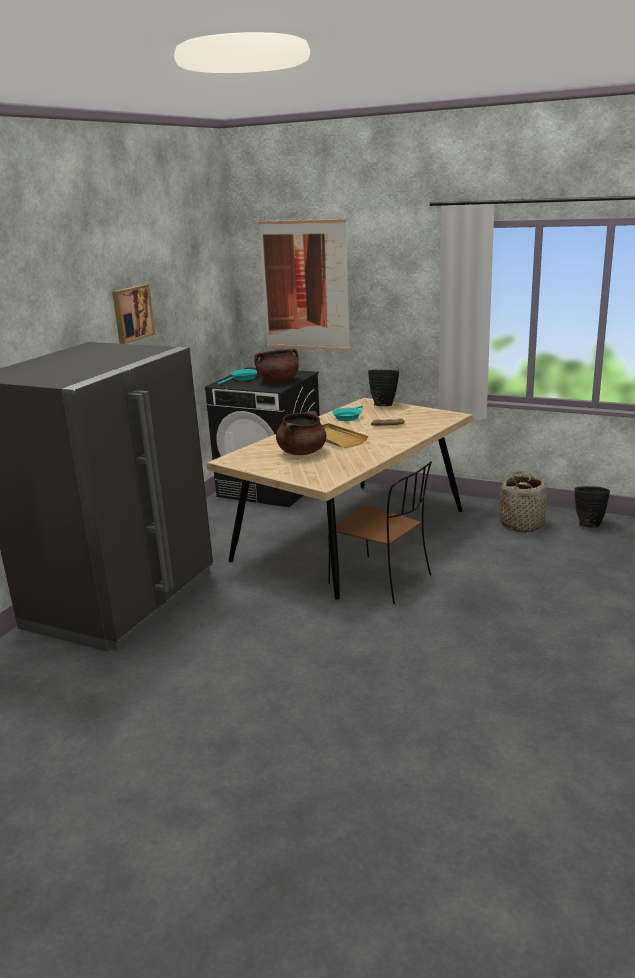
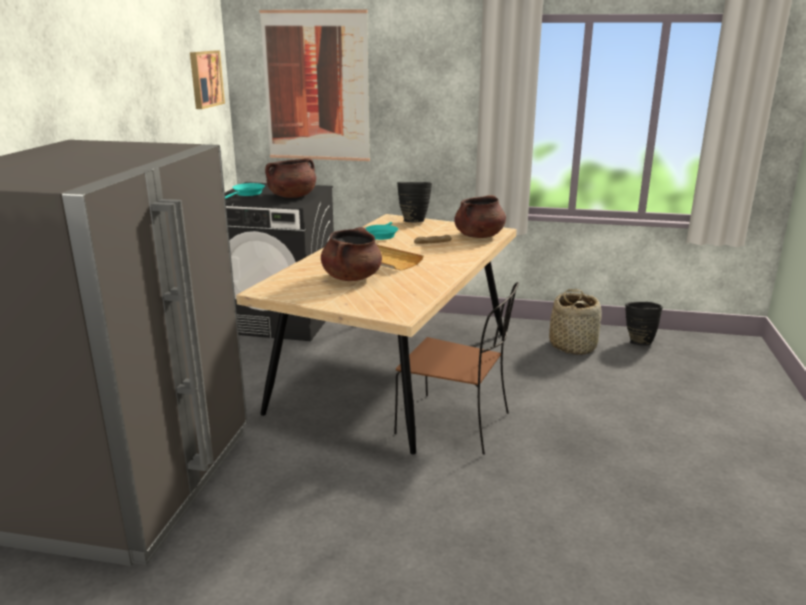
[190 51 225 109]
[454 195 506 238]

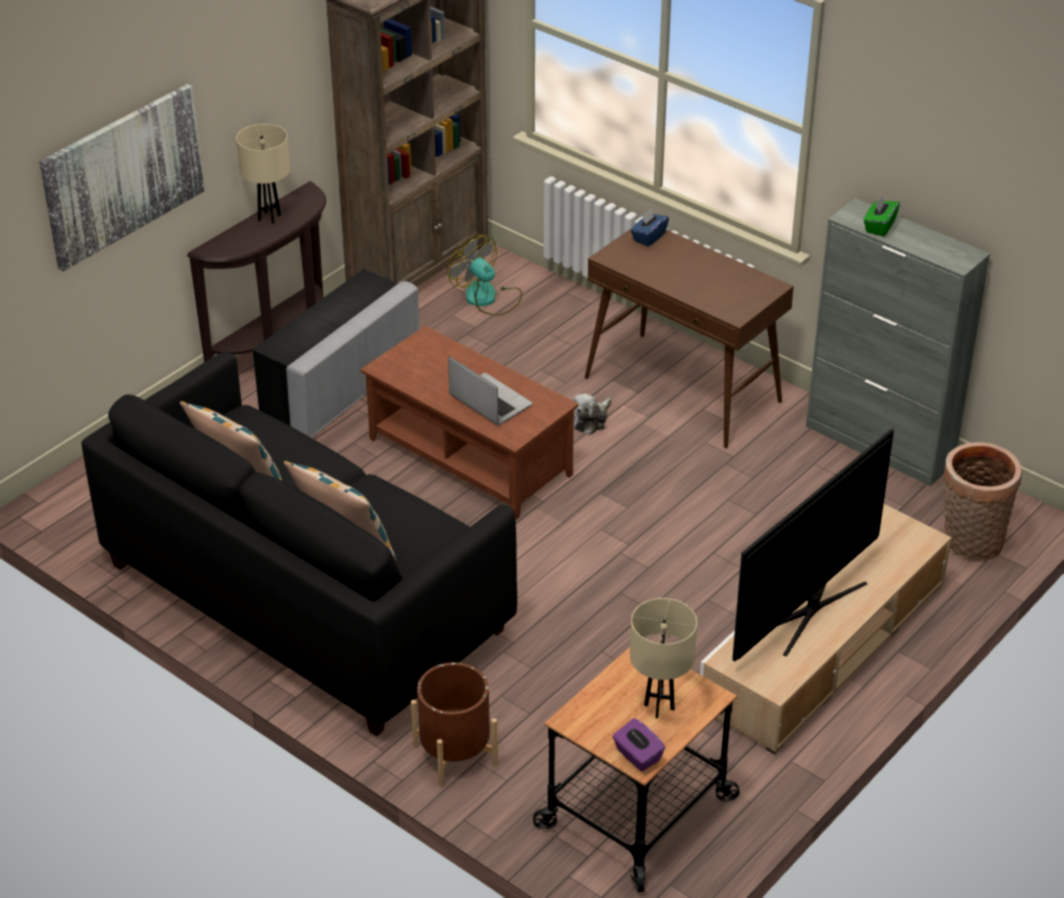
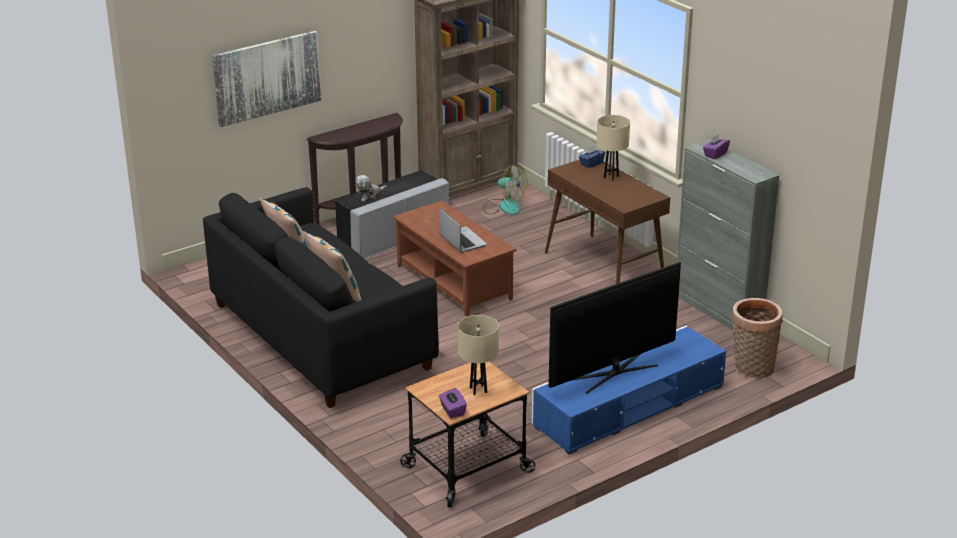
[355 175 387 202]
[483 164 527 215]
[532 326 726 455]
[597 115 630 181]
[703 134 730 159]
[411 662 498 788] (first image)

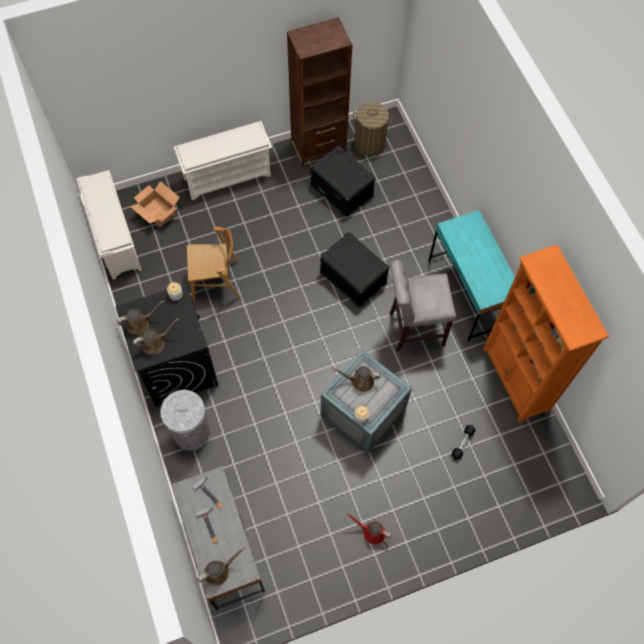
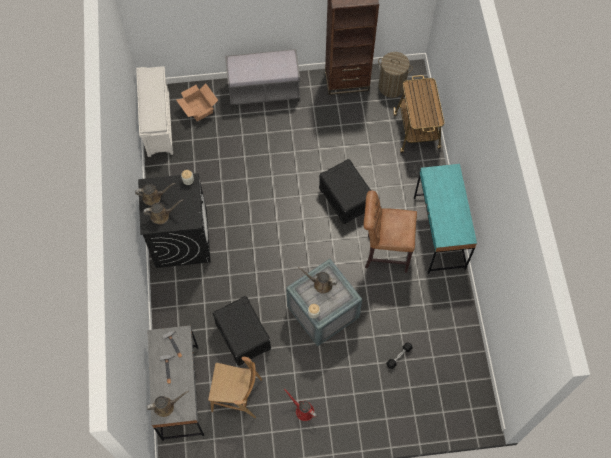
[208 357 262 418]
[213 296 271 366]
[225 49 300 105]
[364 191 417 273]
[393 75 444 153]
[160 390 210 450] (first image)
[483 245 609 423] (first image)

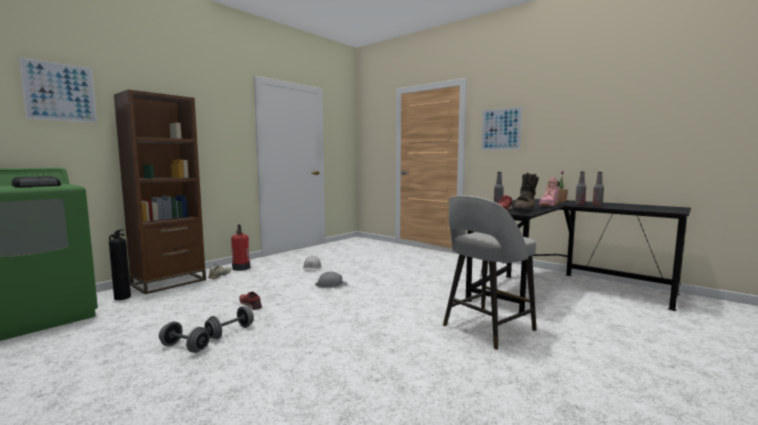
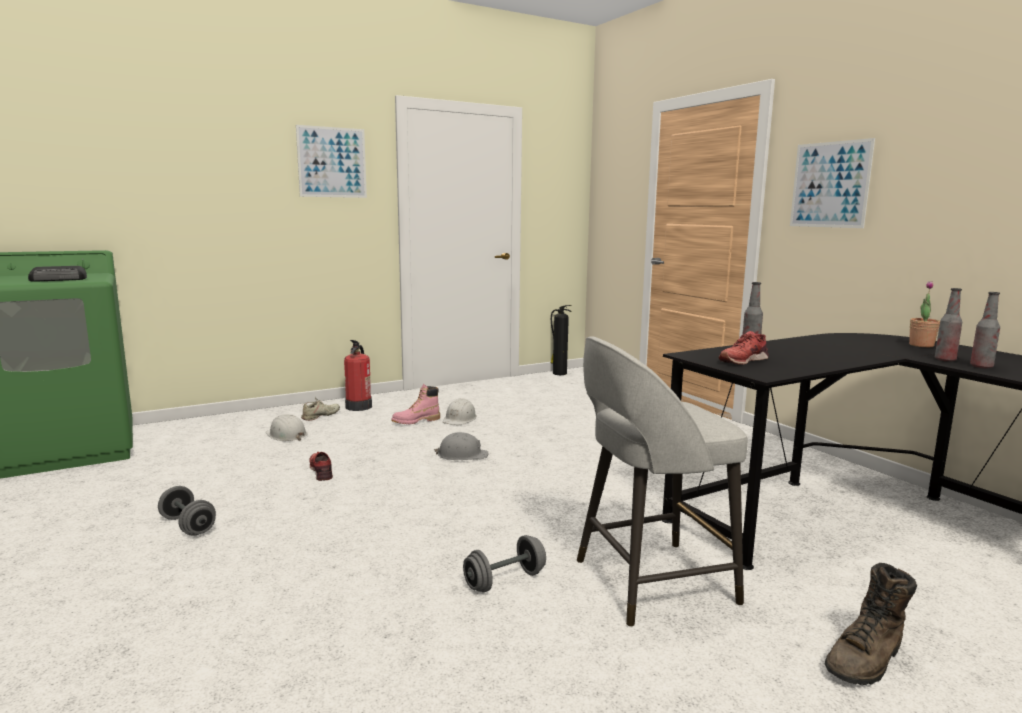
[266 414 307 441]
[296 125 367 198]
[391 384 440 424]
[463 535 546 592]
[550 305 572 375]
[825 563 917 685]
[114 89 206 294] (first image)

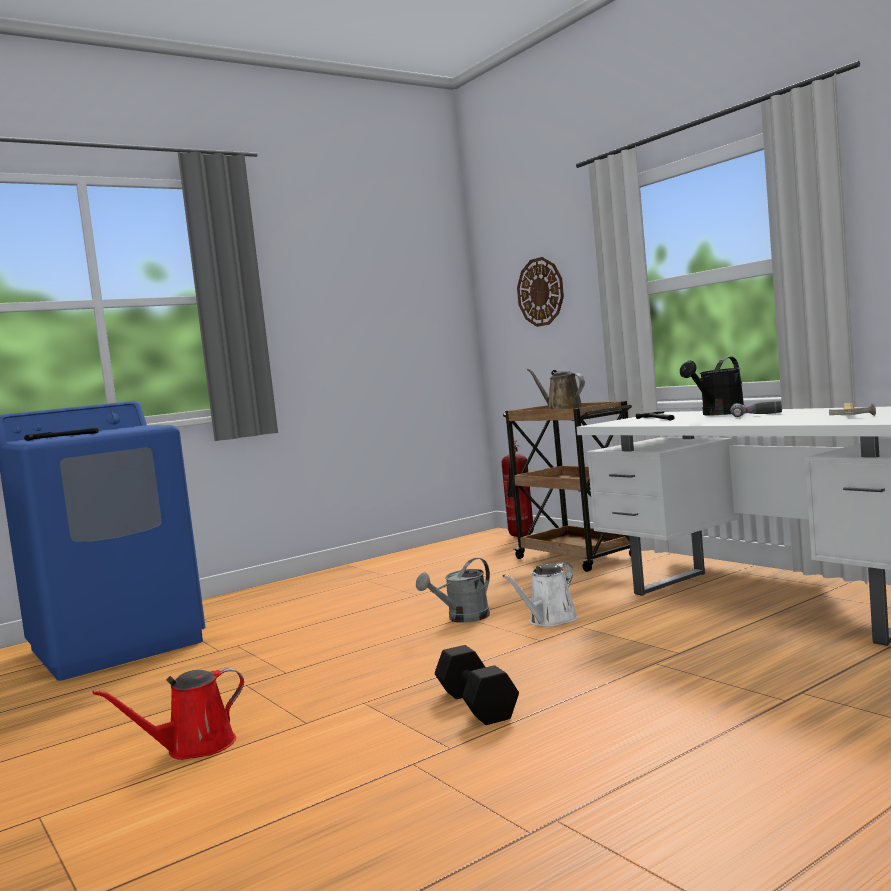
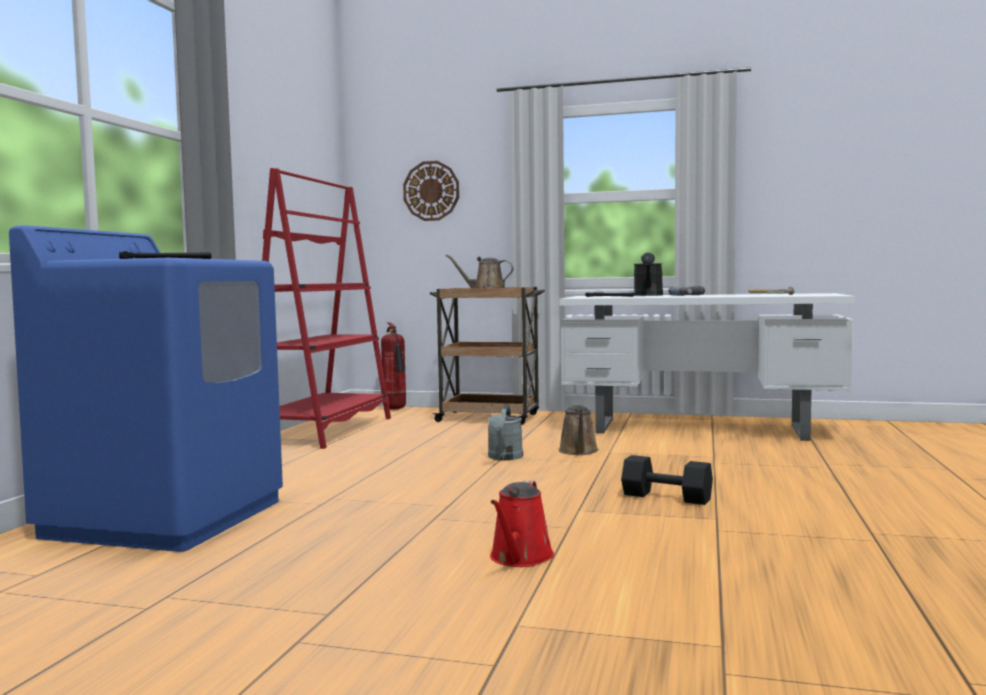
[262 168 391 449]
[559 405 599 455]

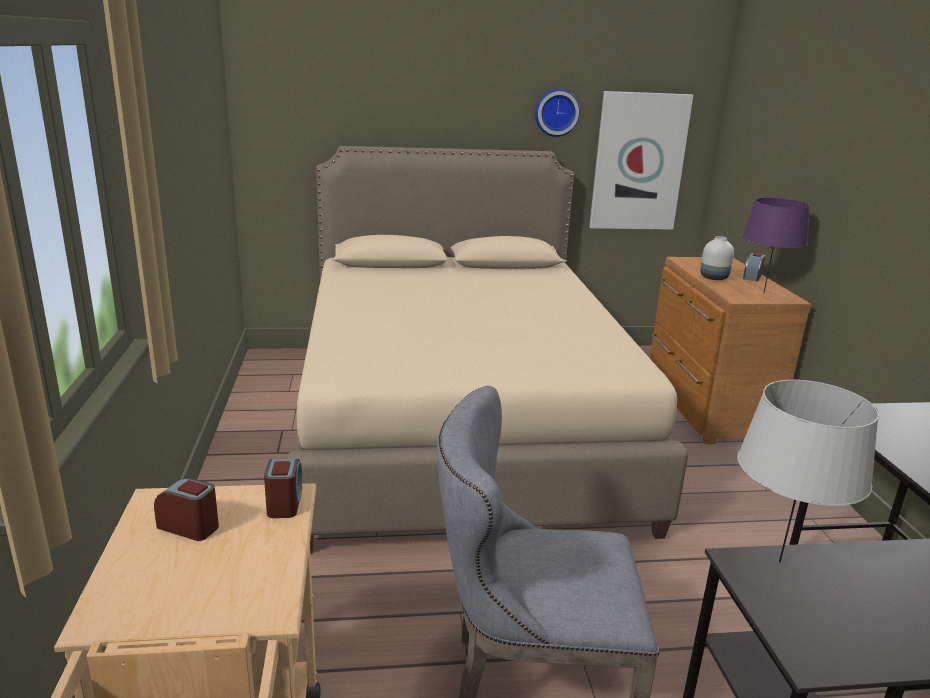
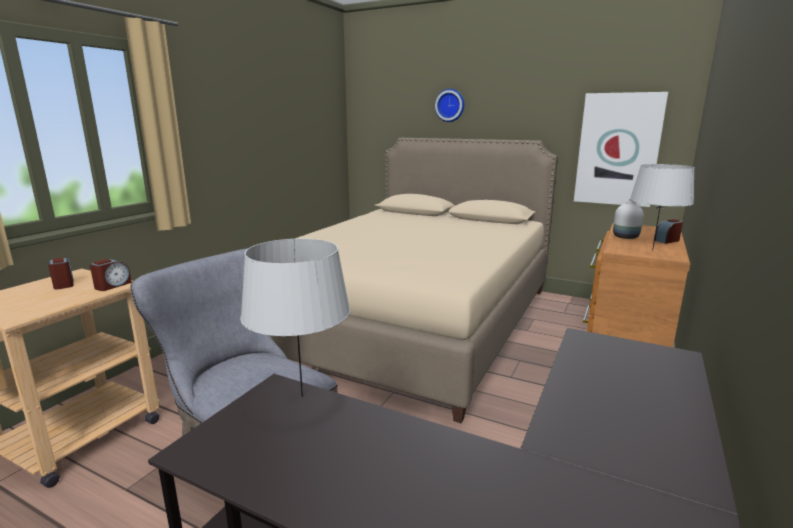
[435 89 464 122]
[630 164 695 251]

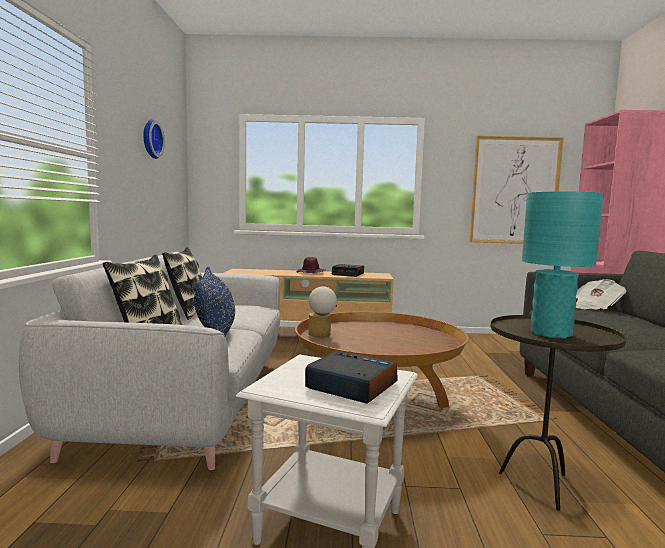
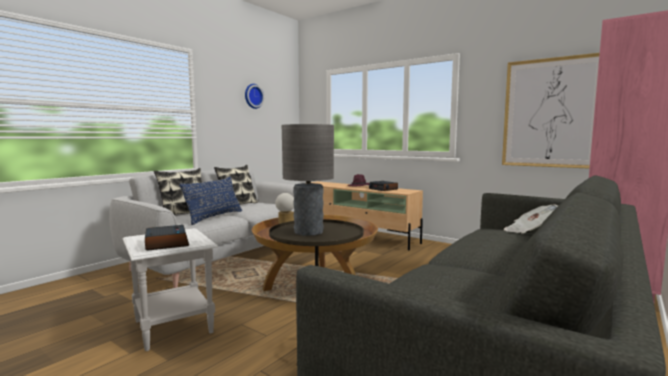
[282 124 334 236]

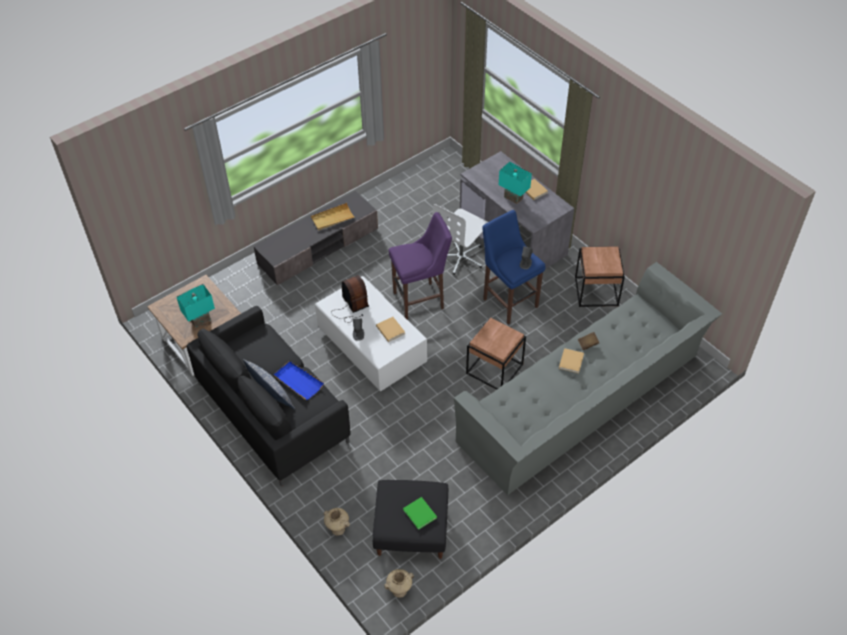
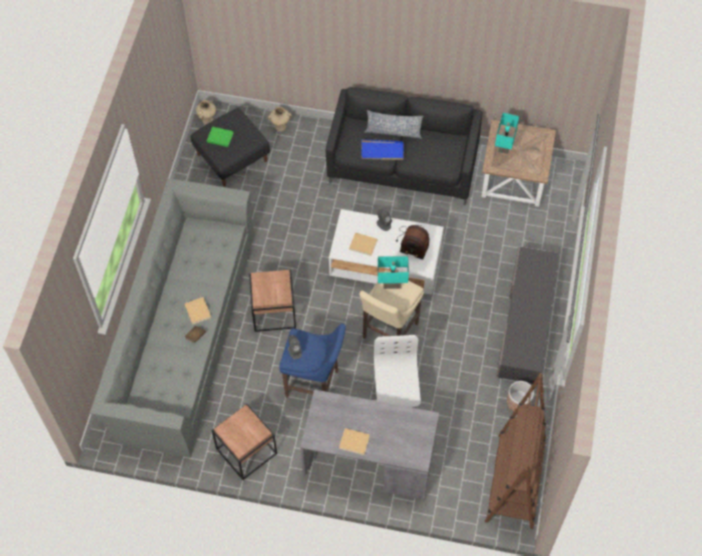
[359 270 424 353]
[378 256 409 289]
[485 373 546 529]
[507 381 534 411]
[311 203 355 230] (first image)

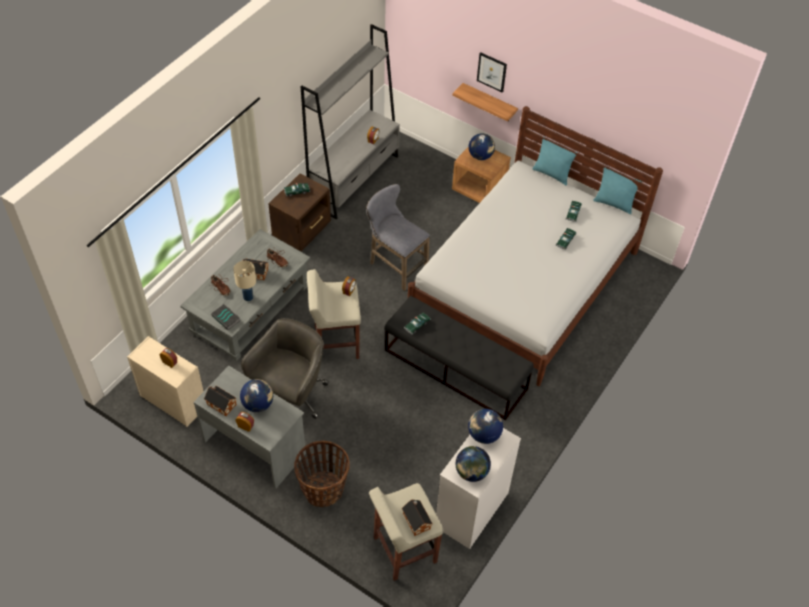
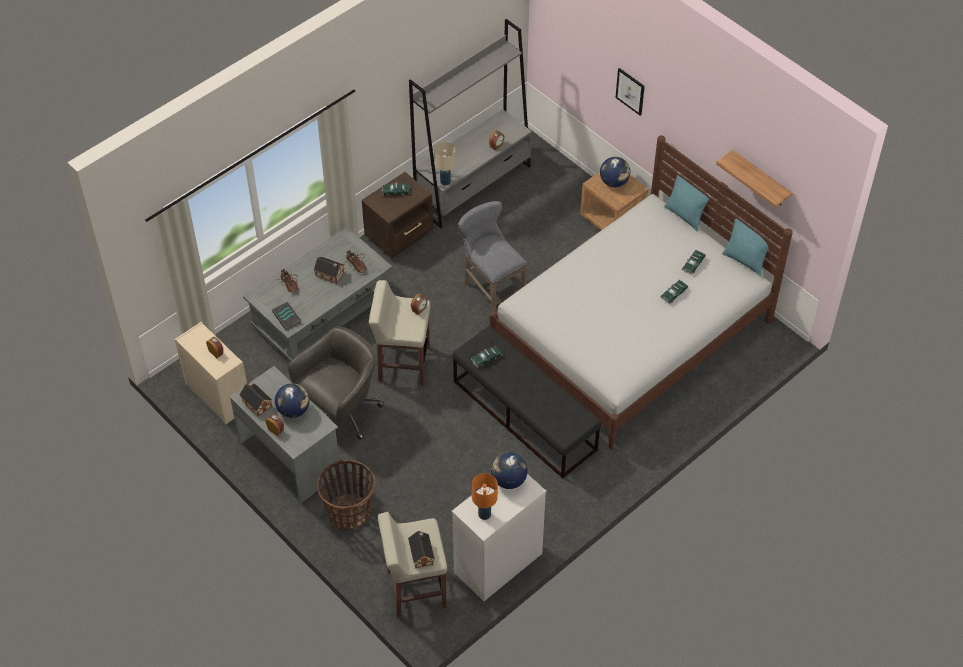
[434 142 456 186]
[472 473 498 520]
[716 150 792 208]

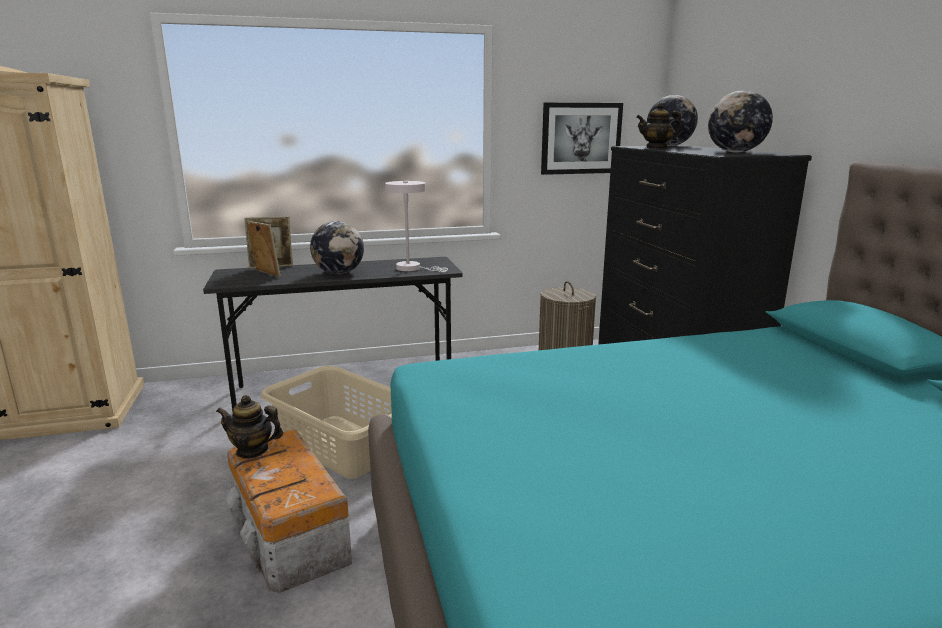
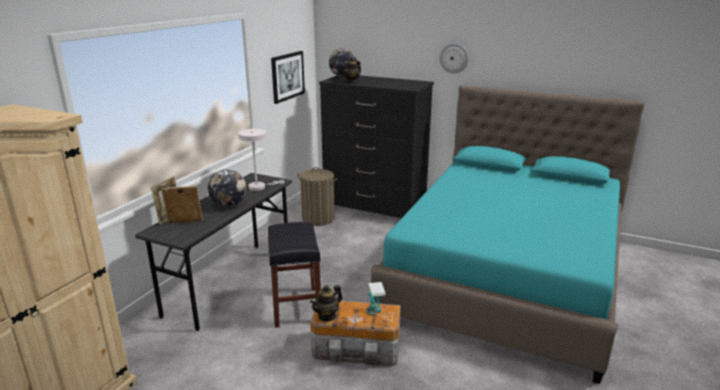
[268 222 321 328]
[366 282 386 315]
[439 43 468 74]
[708 90 773 152] (first image)

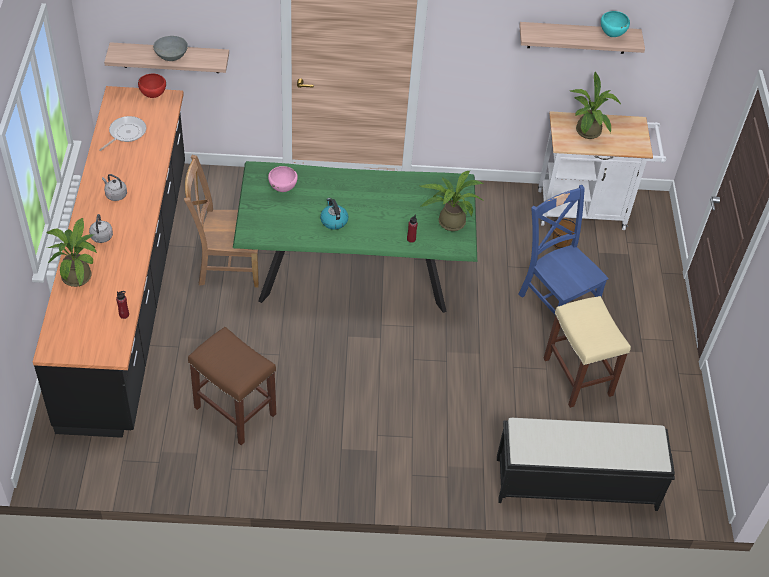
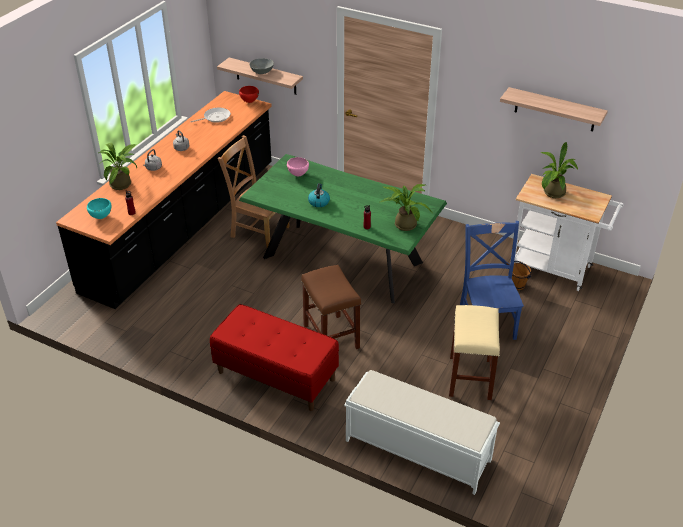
[87 198 111 219]
[210 304 339 411]
[301 265 361 349]
[344 370 500 495]

